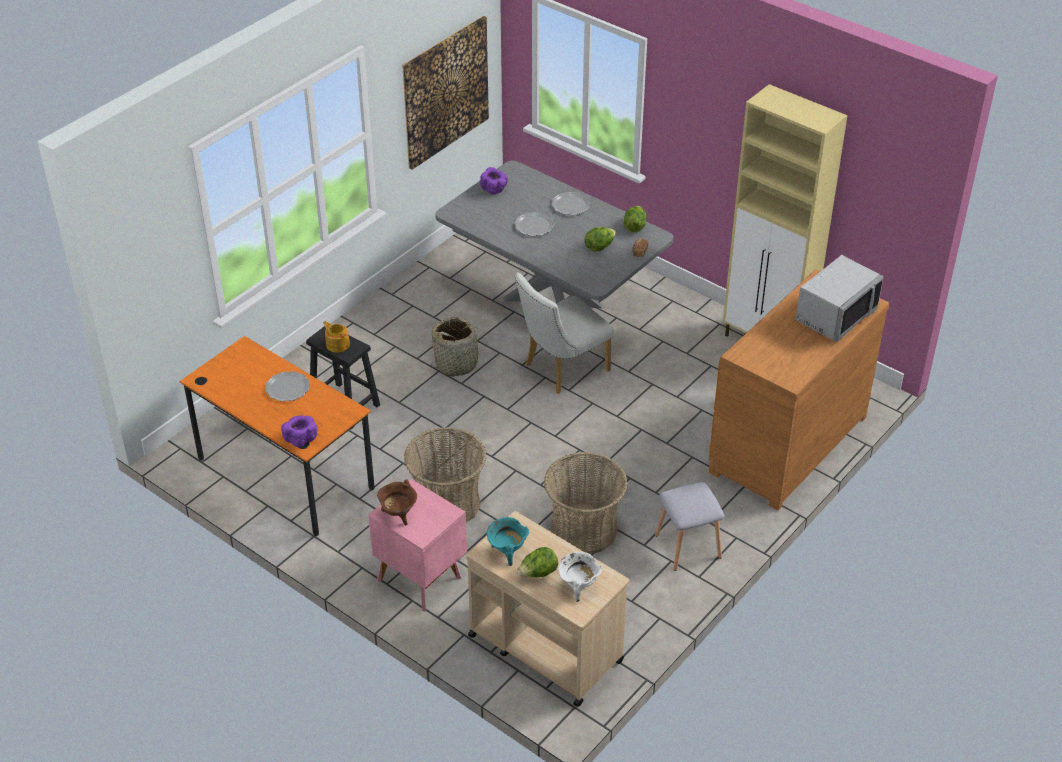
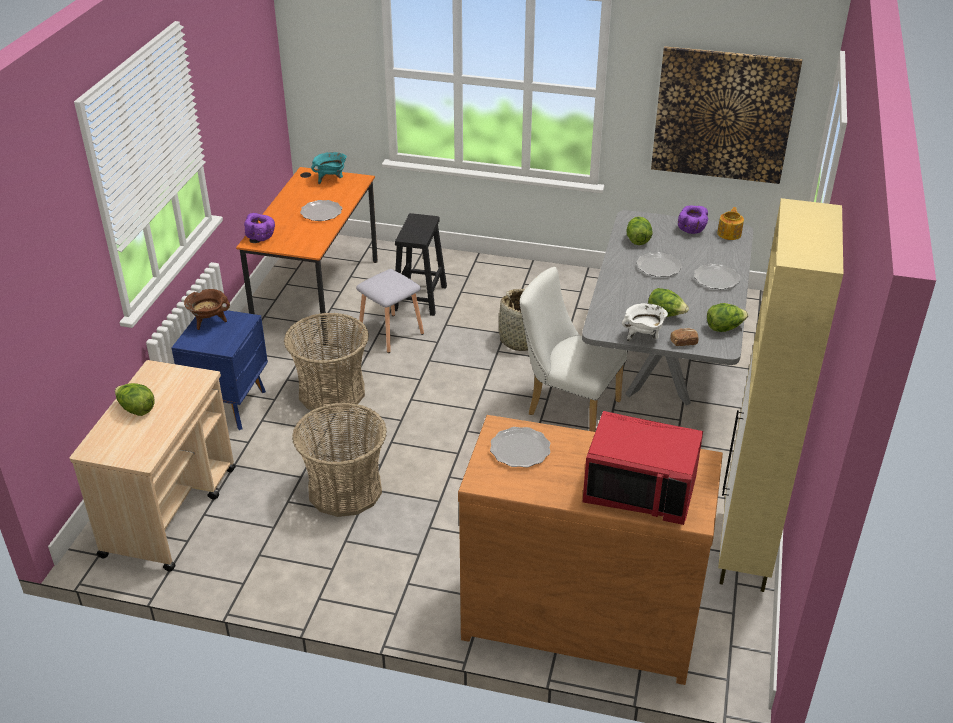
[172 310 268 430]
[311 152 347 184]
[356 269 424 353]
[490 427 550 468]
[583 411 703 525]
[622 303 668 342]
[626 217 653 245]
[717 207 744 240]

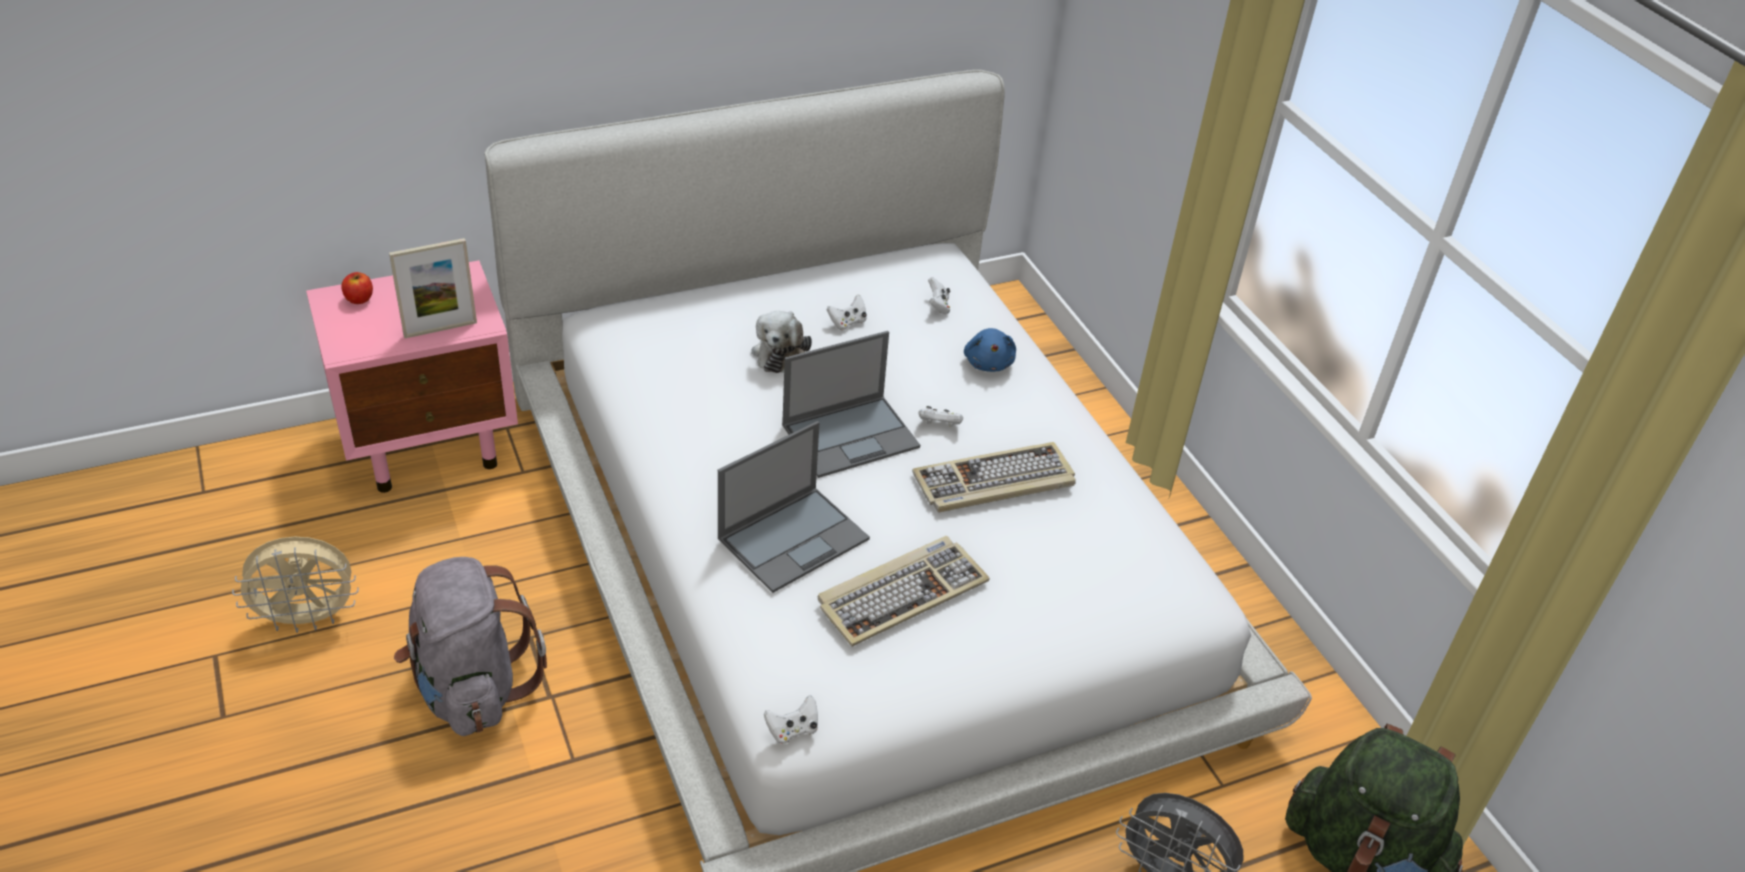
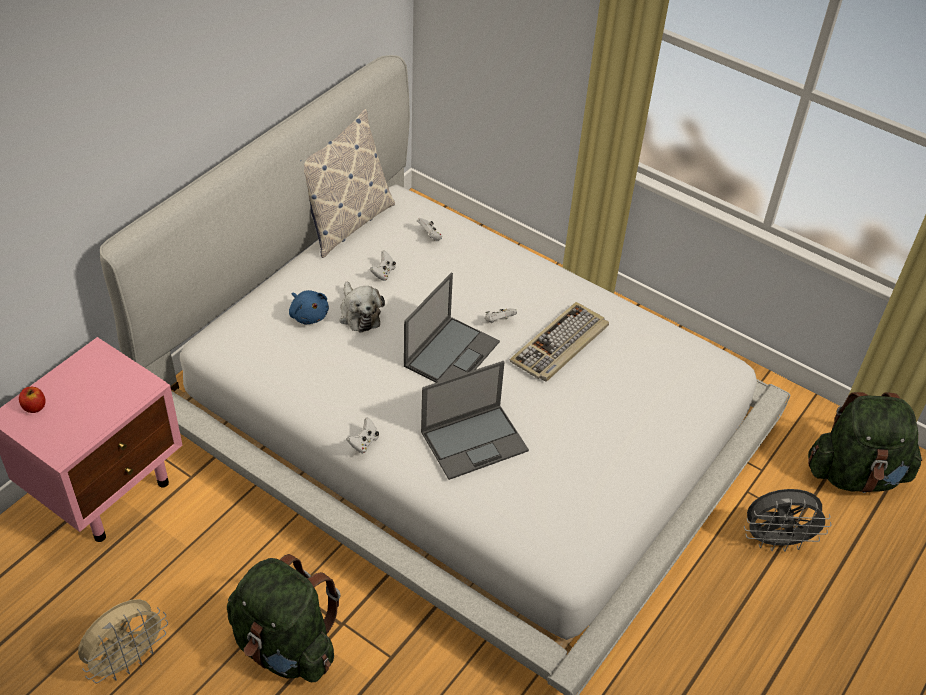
[227 554 341 682]
[289 290 329 325]
[304 109 395 258]
[347 417 379 453]
[421 361 529 480]
[389 238 477 338] (first image)
[818 536 990 647] (first image)

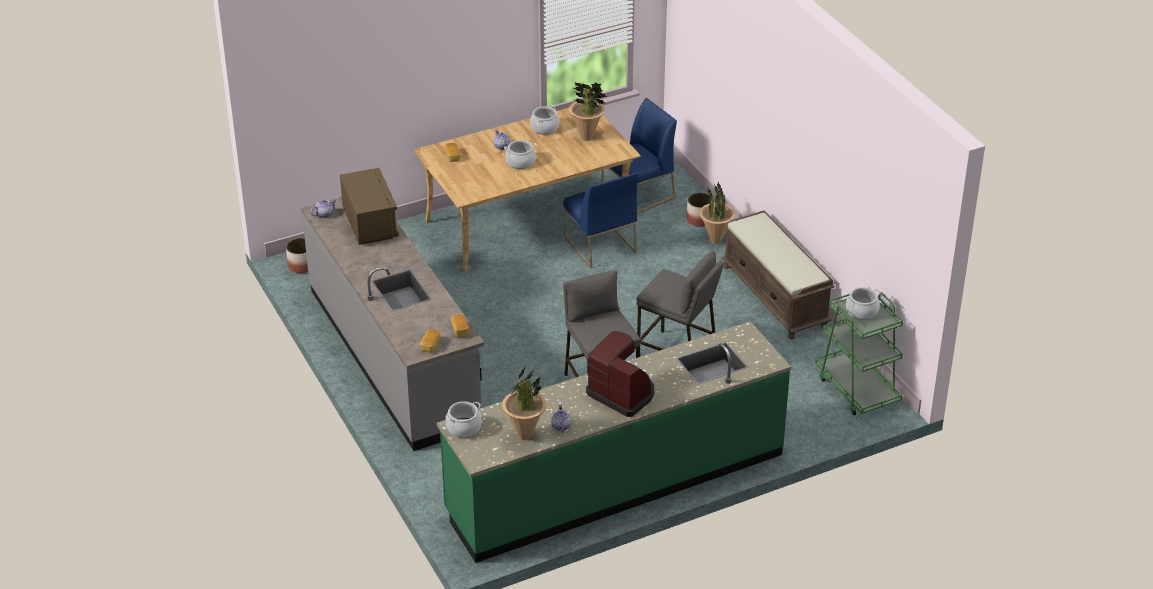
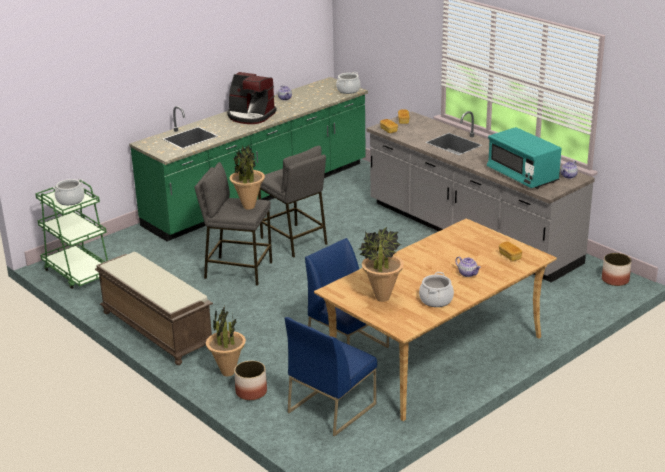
[230 145 265 210]
[487 127 562 189]
[504 140 537 169] (first image)

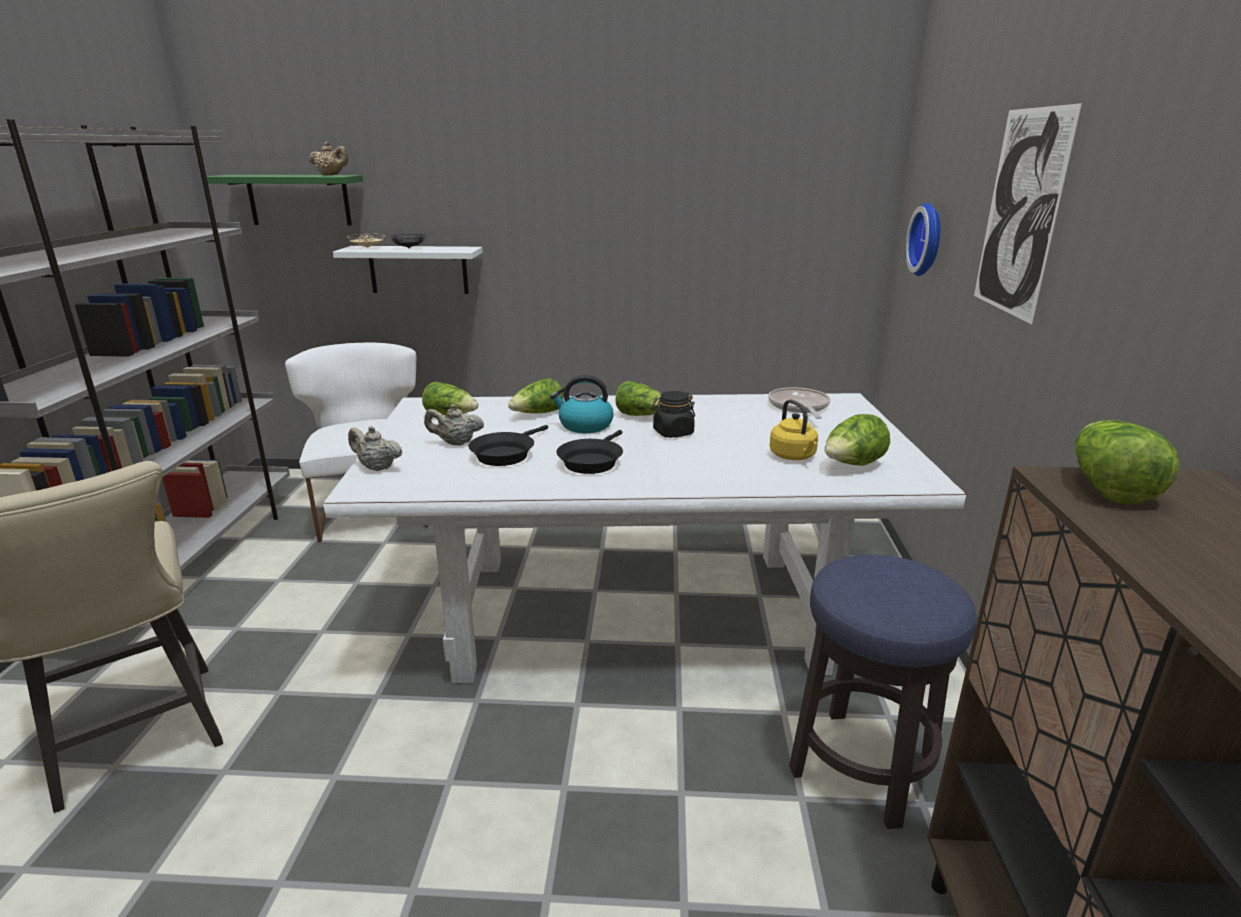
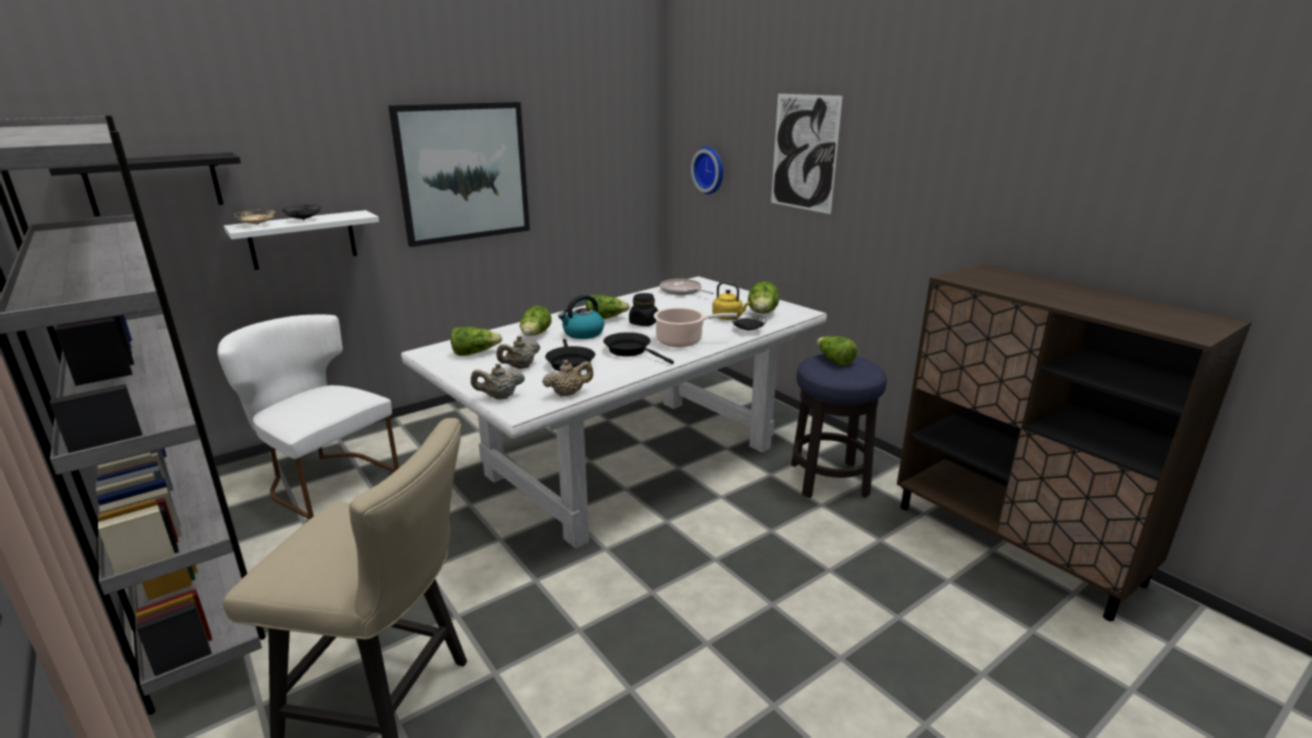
[49 152 241 216]
[388 102 530 247]
[542 360 593 396]
[603 332 674 364]
[654 307 737 347]
[731 314 767 331]
[817 336 857 366]

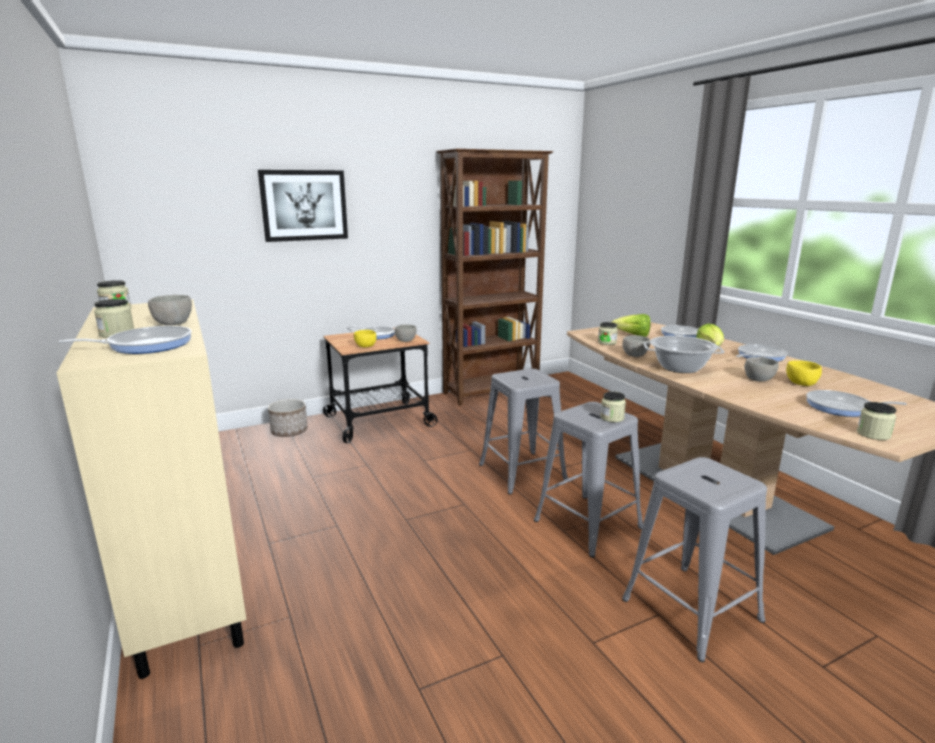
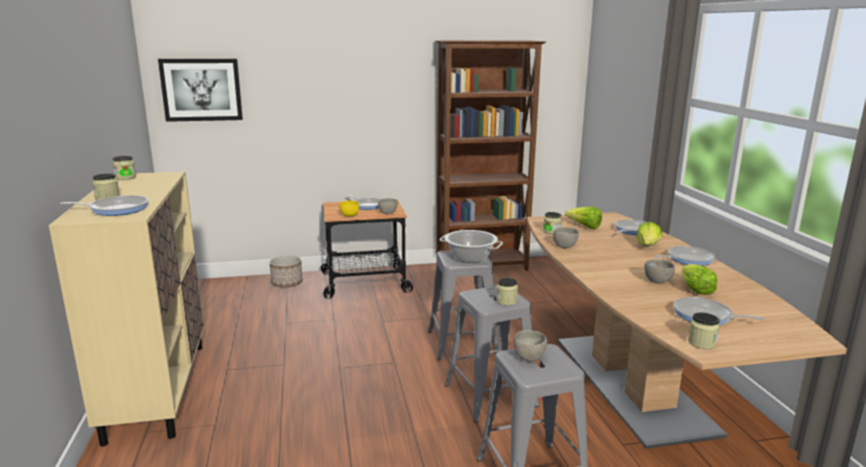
[158 59 243 122]
[439 230 503 263]
[514 330 547 362]
[682 264 717 295]

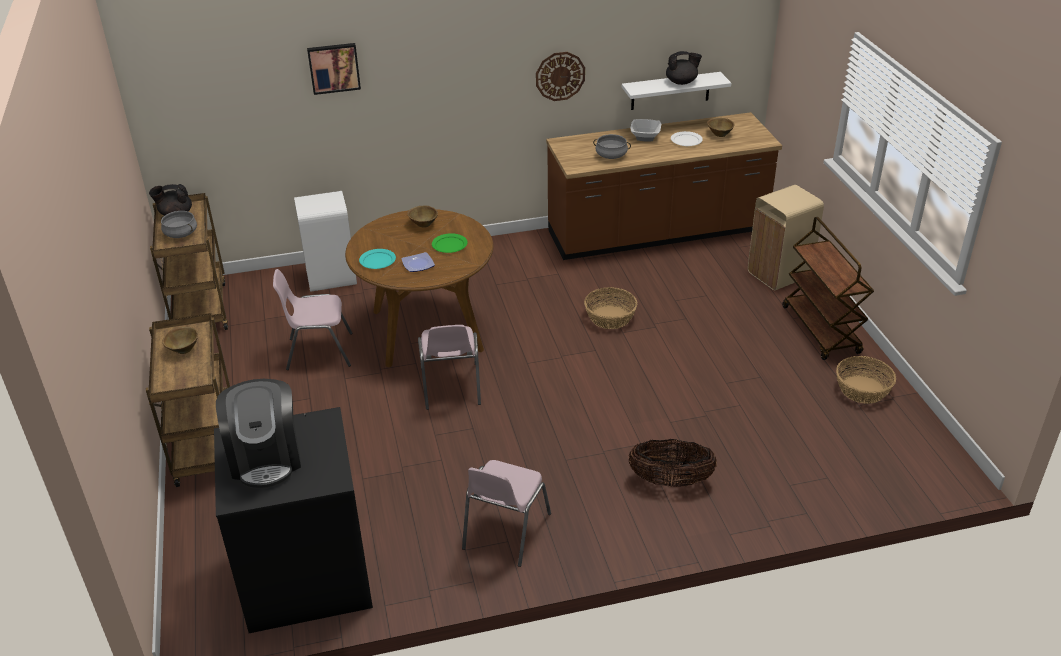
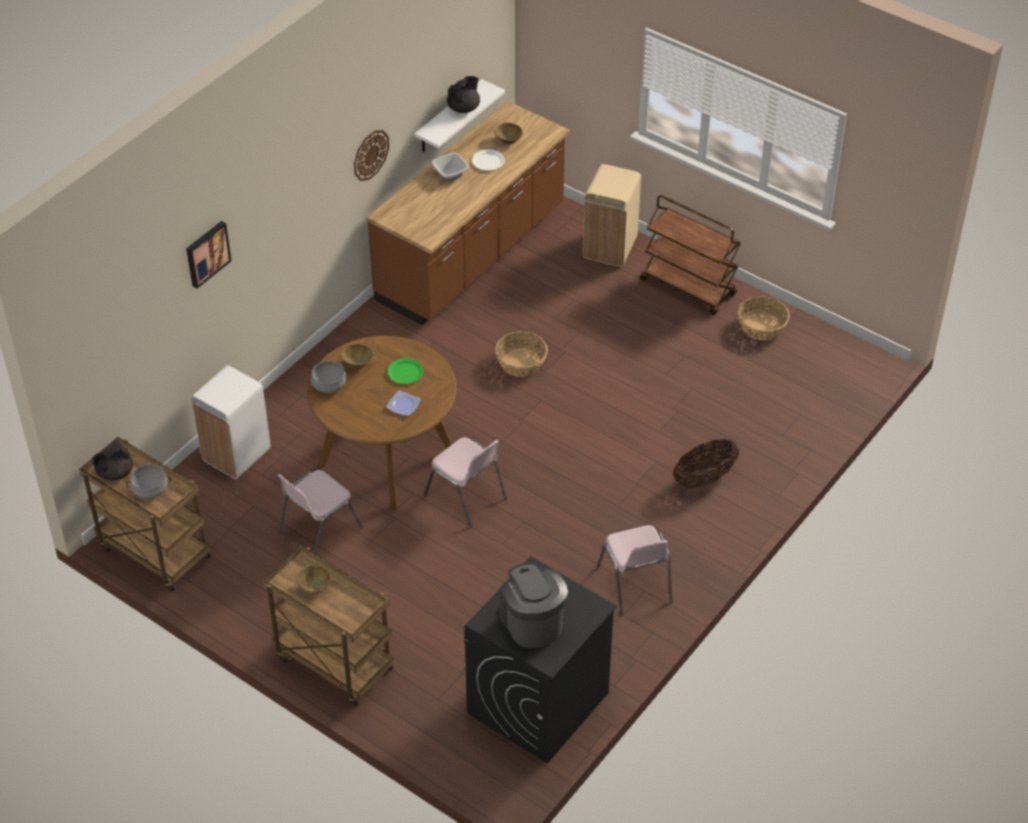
[308 361 348 393]
[499 563 568 648]
[359 249 396 269] (first image)

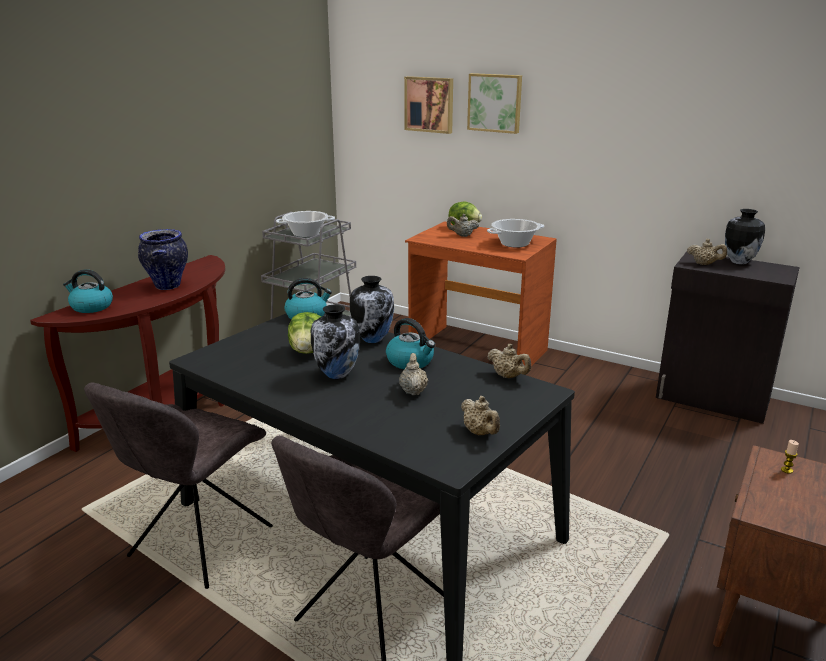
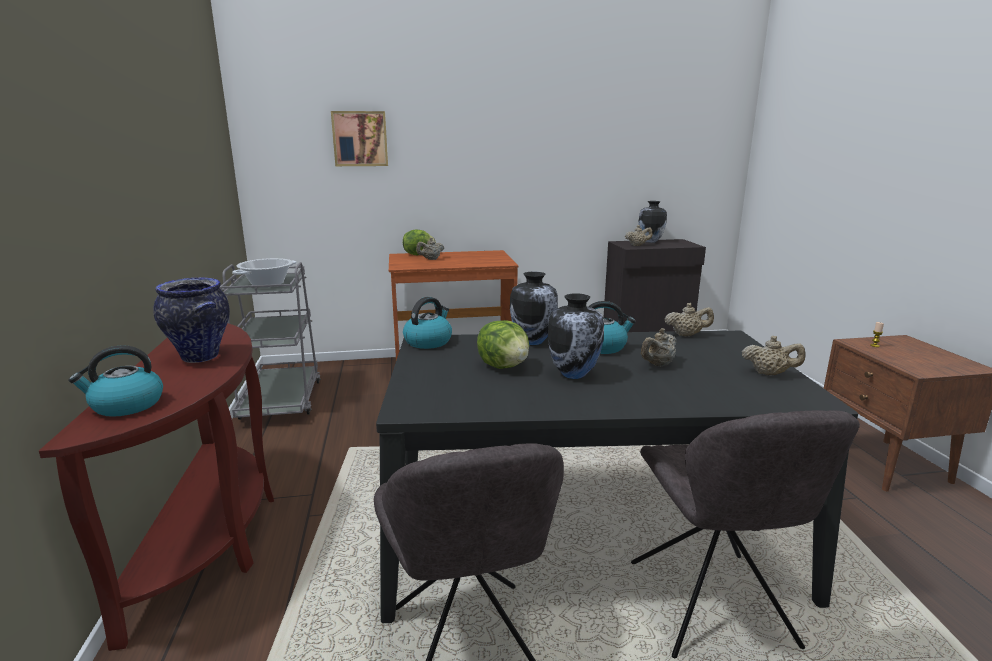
[641 328 676 366]
[467 73 522 134] (first image)
[487 219 544 248] (first image)

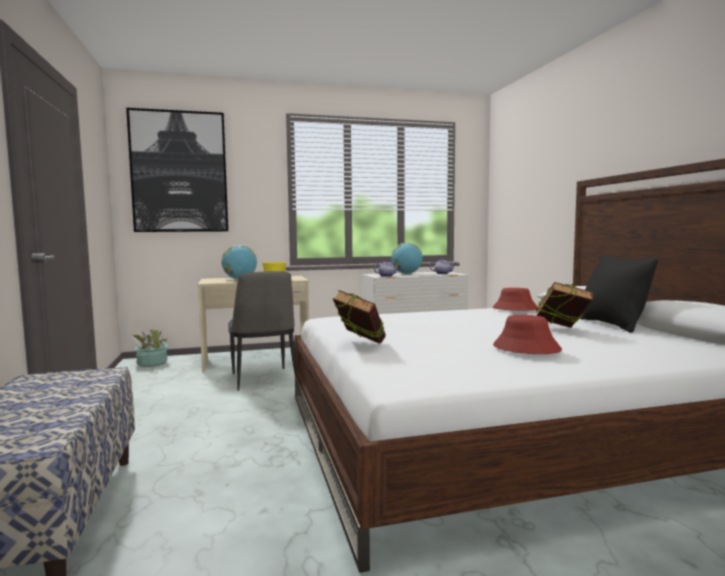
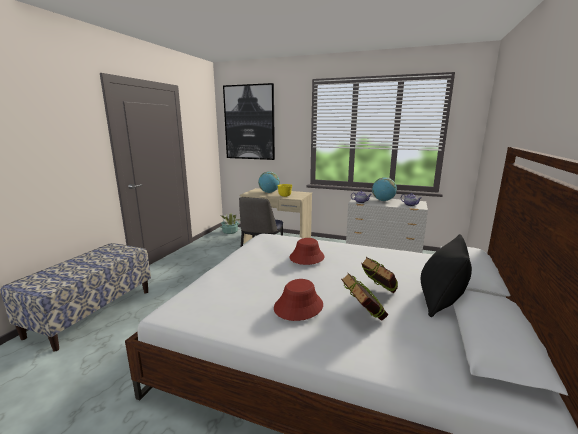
[289 238 325 265]
[341 273 389 321]

